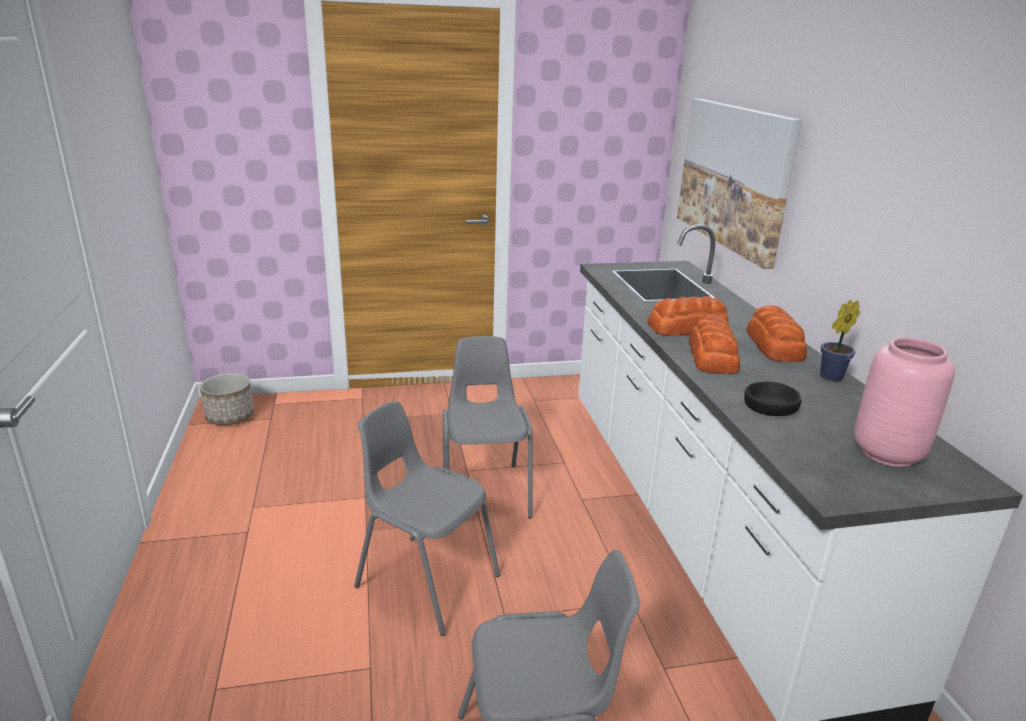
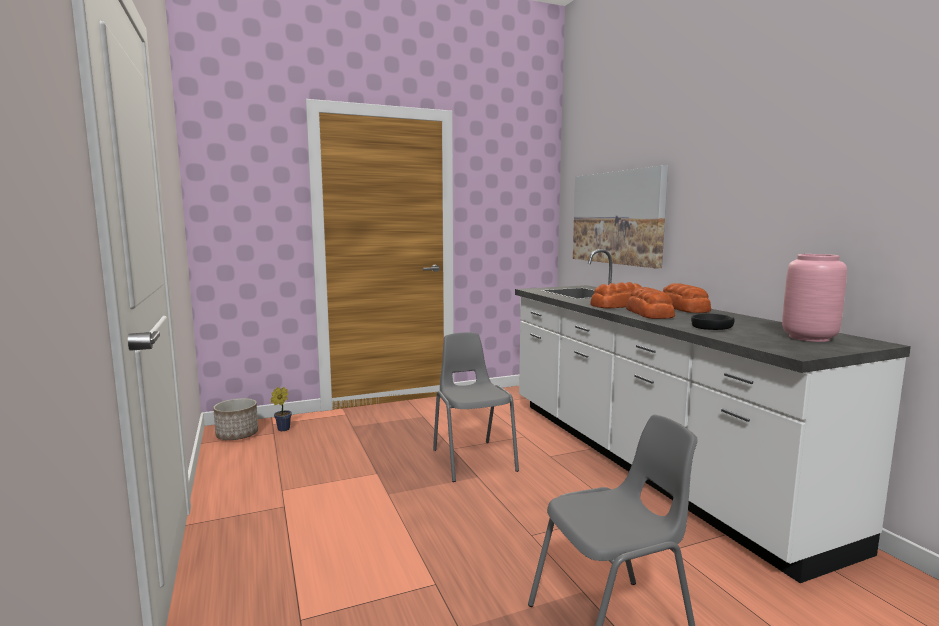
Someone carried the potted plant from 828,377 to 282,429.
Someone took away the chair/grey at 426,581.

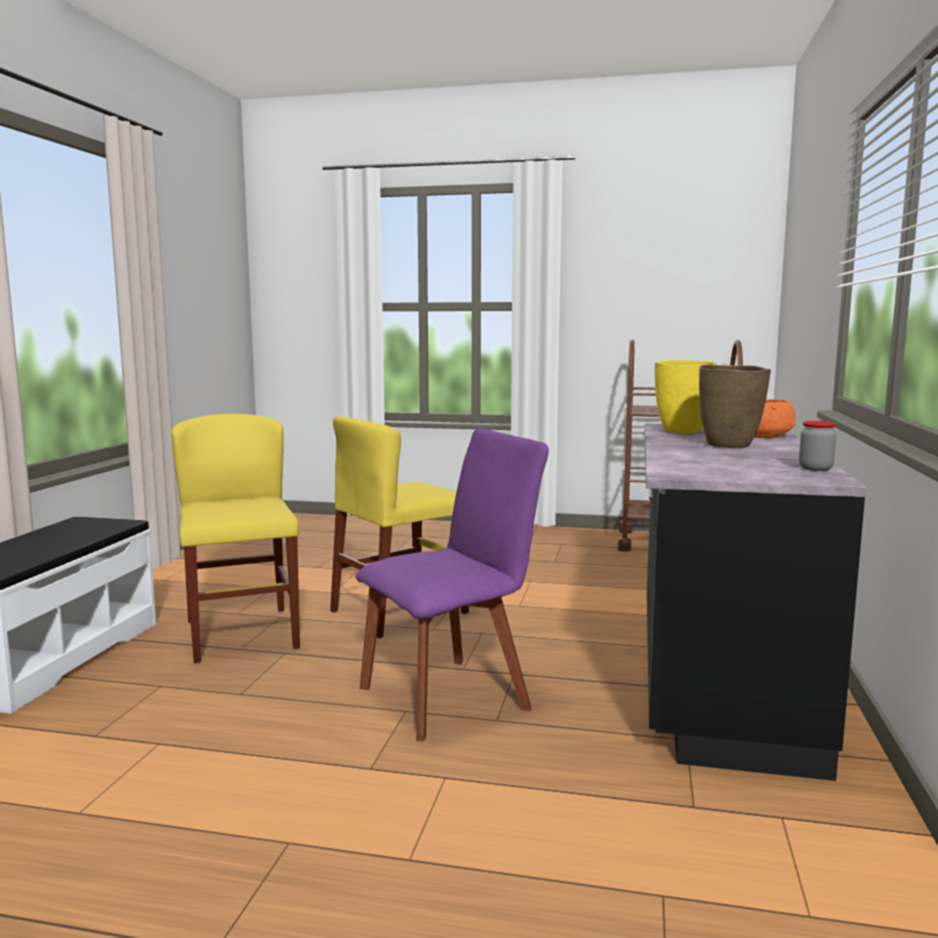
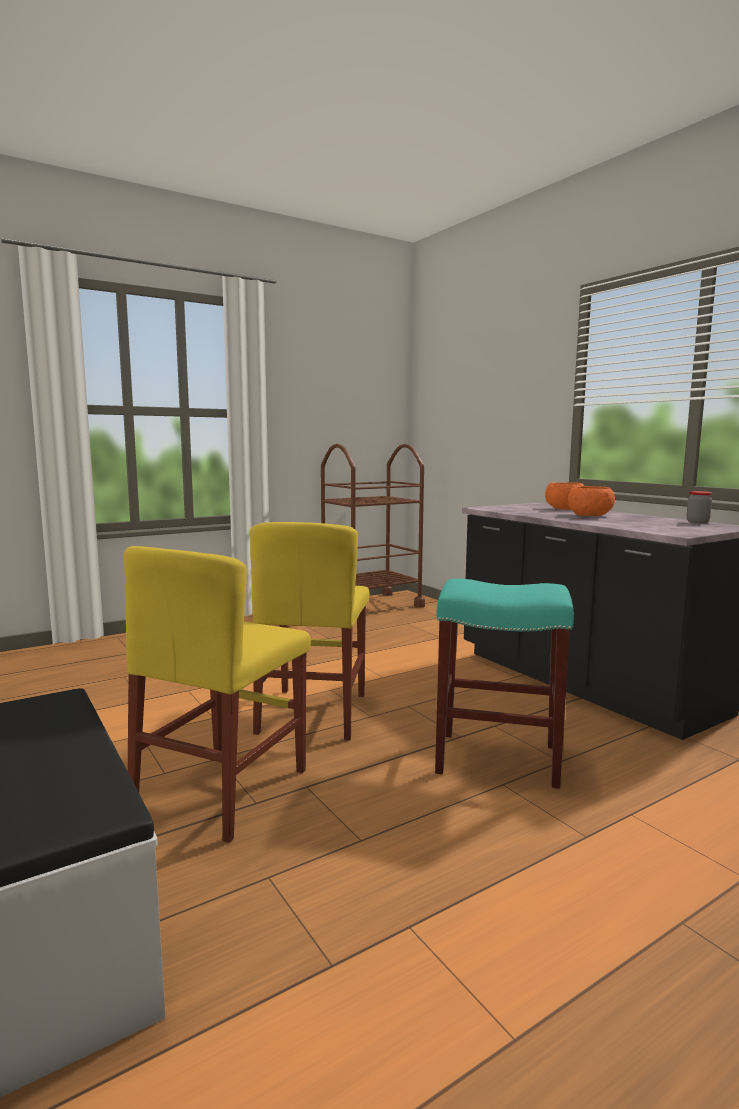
Someone took away the vase/yellow at 682,431.
Someone swapped the vase/brown at 730,445 for the bowl/orange at 589,515.
Someone rotated the chair/yellow at 242,634 by 90 degrees counterclockwise.
Someone swapped the chair/purple at 451,695 for the stool/turquoise at 499,758.

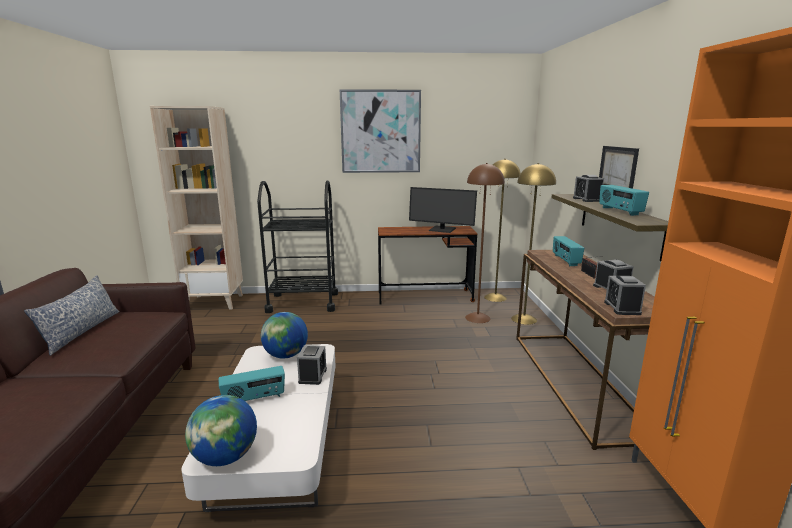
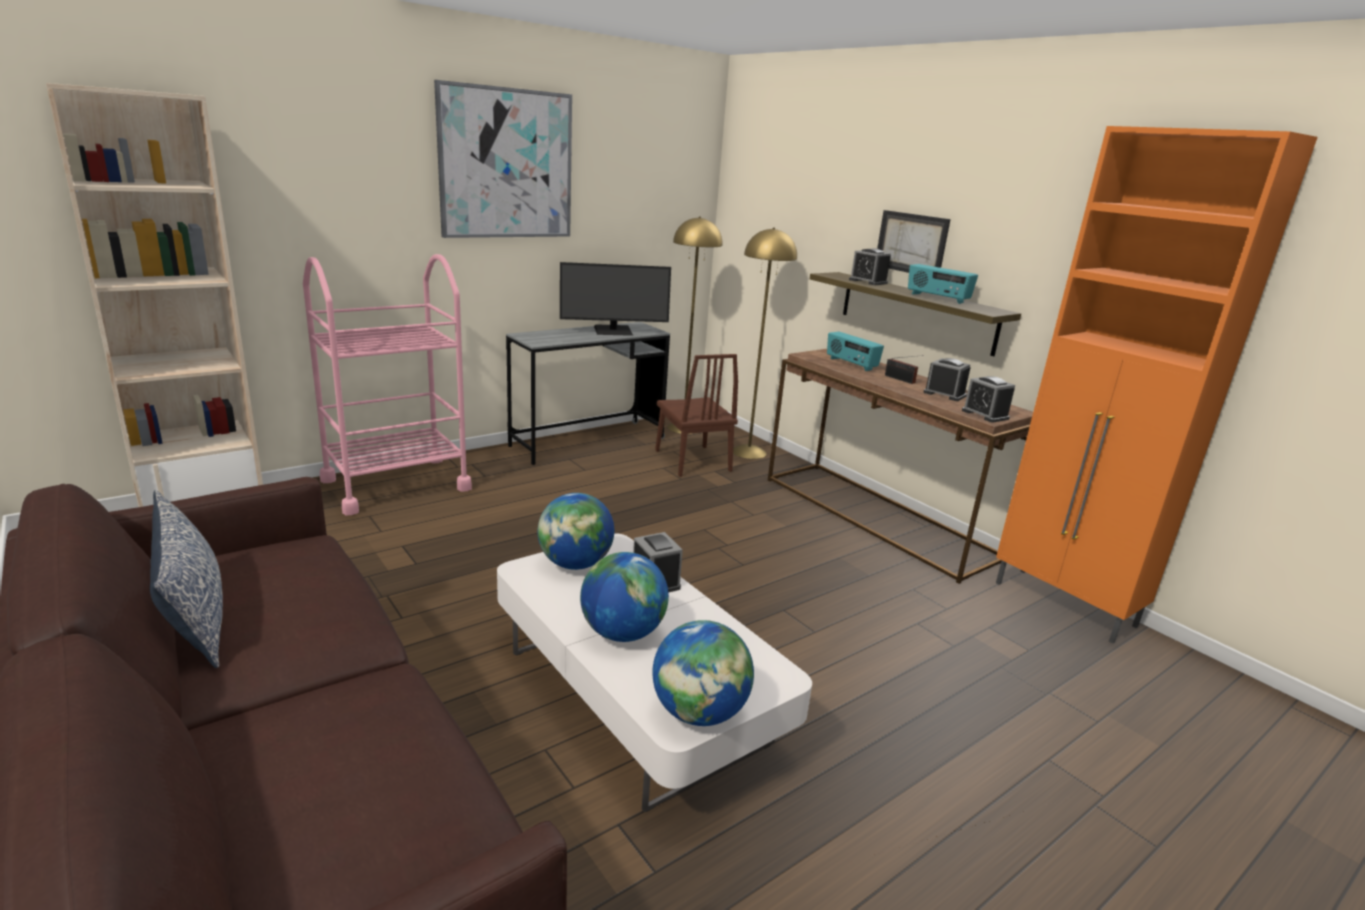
Someone swapped the floor lamp/brown at 477,318 for the chair/brown at 692,460.
Someone repainted the cart/black at 303,302, which became the cart/pink at 396,484.
Someone repainted the desk/brown at 425,297, which became the desk/grey at 588,442.
Someone swapped the radio at 254,399 for the globe at 622,633.

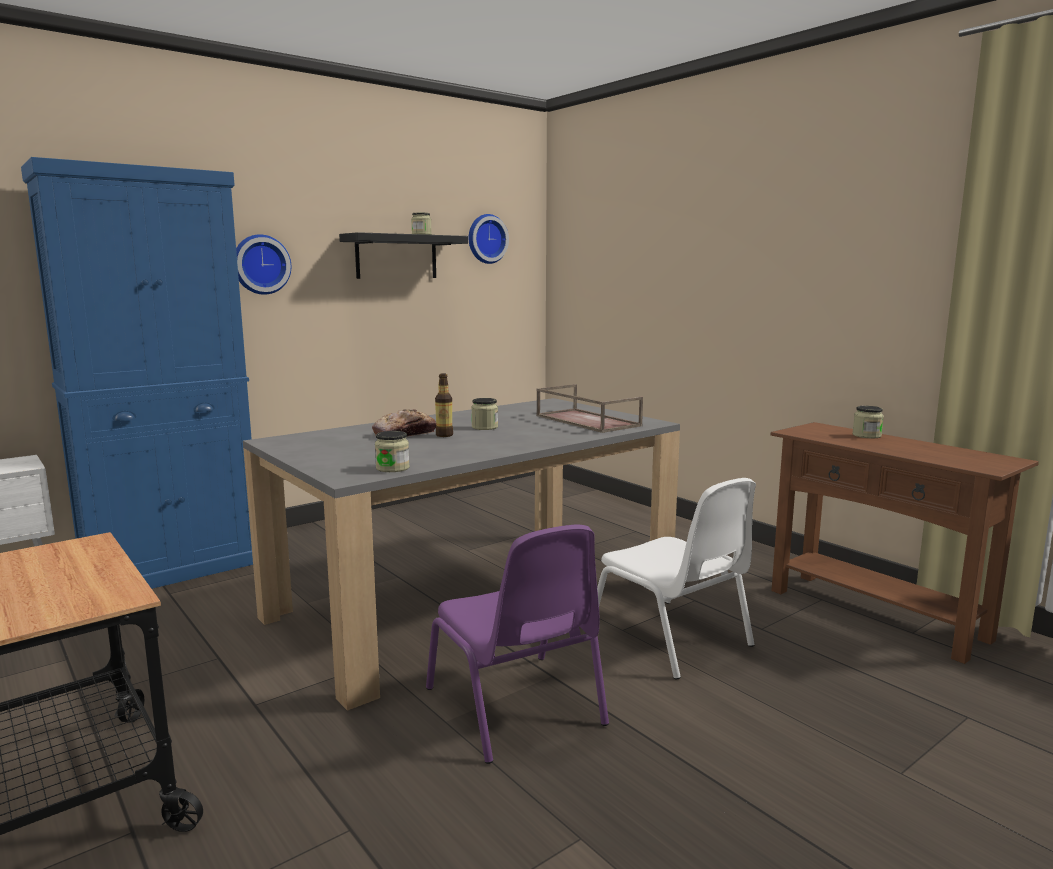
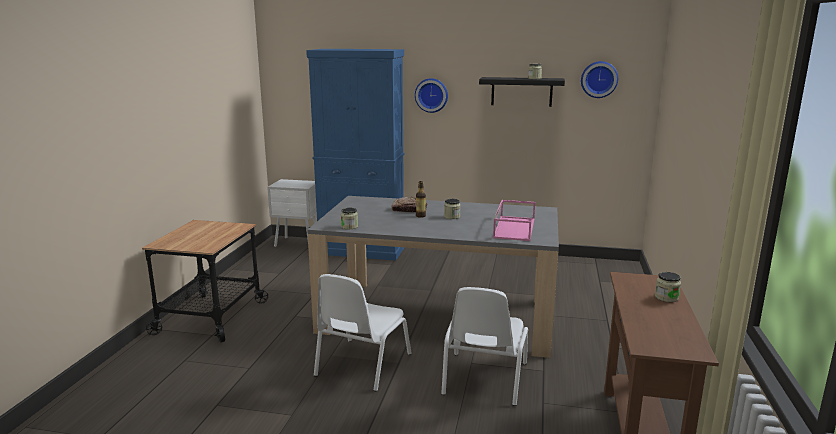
Someone repainted the tray/brown at 585,420, which became the tray/pink at 513,228.
Someone repainted the chair/purple at 516,707, which became the chair/white at 361,365.

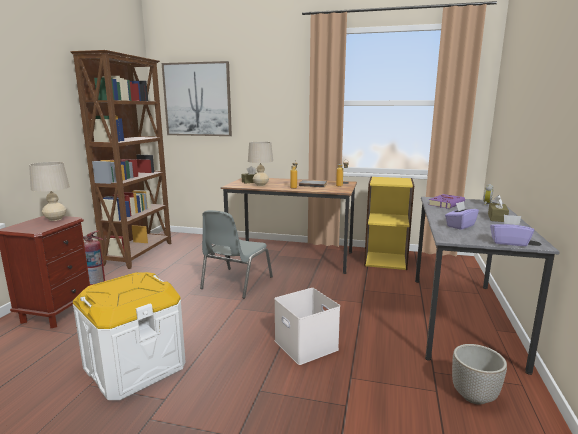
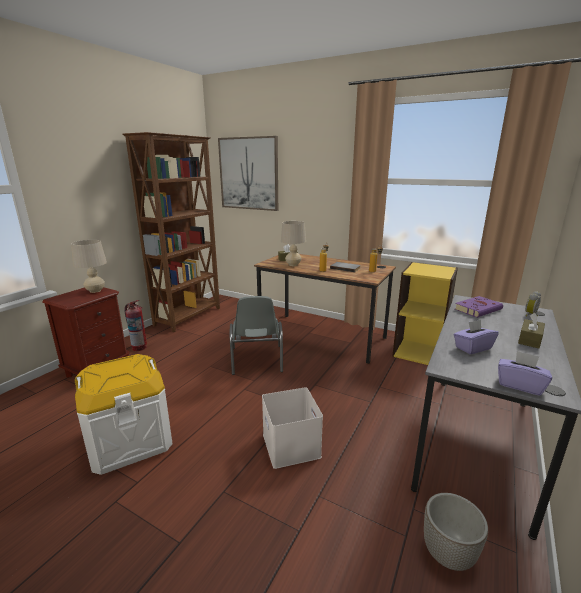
Someone rotated the chair/grey at 236,283 by 45 degrees counterclockwise.

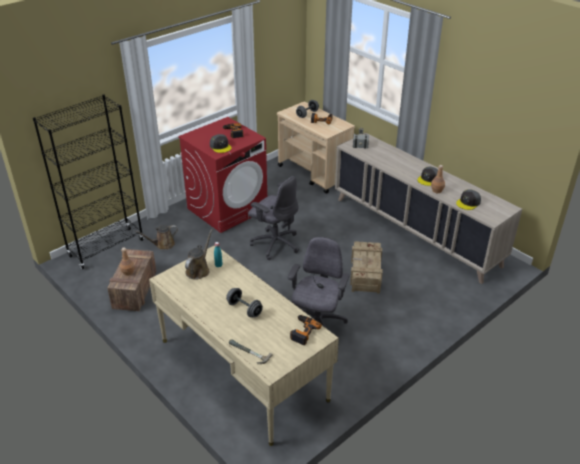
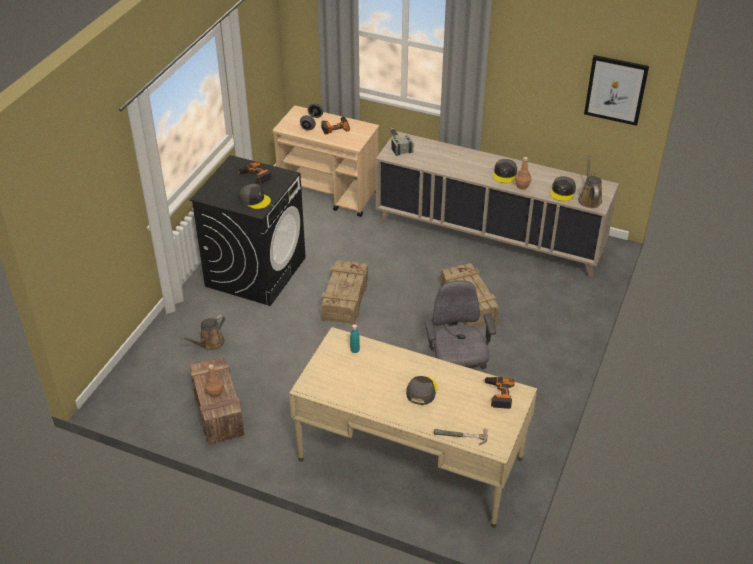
Someone took away the bookcase/black at 106,248.
Someone repainted the washing machine/red at 227,208, which became the washing machine/black at 256,271.
Someone swapped the office chair/grey at 275,244 for the crate at 344,299.
Someone carried the watering can/brown from 198,270 to 589,199.
Someone swapped the dumbbell/grey at 244,309 for the cap/grey at 421,391.
Someone put up the picture at 616,90.

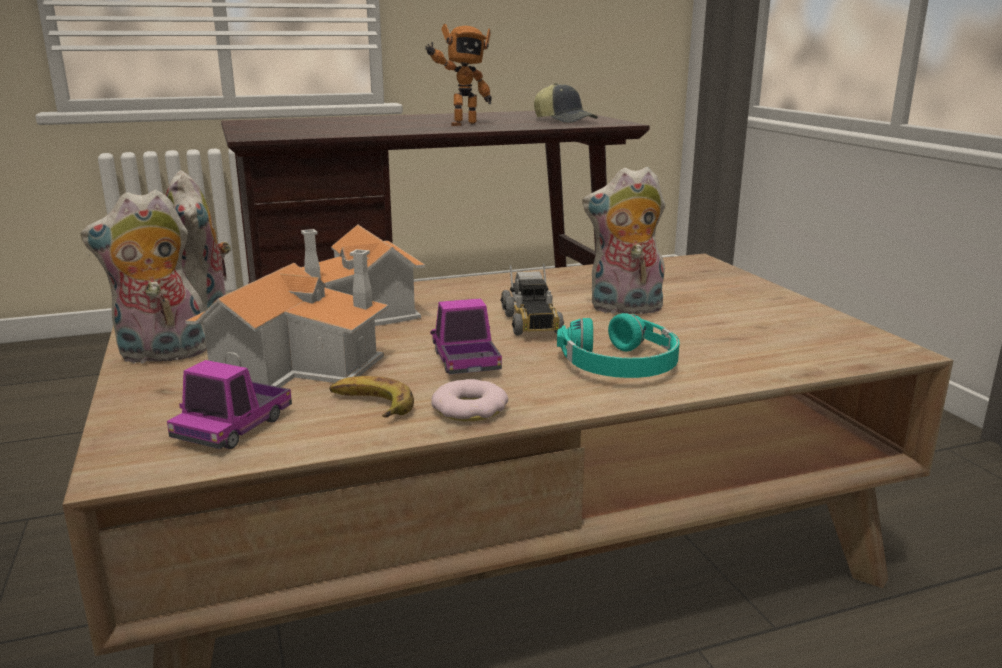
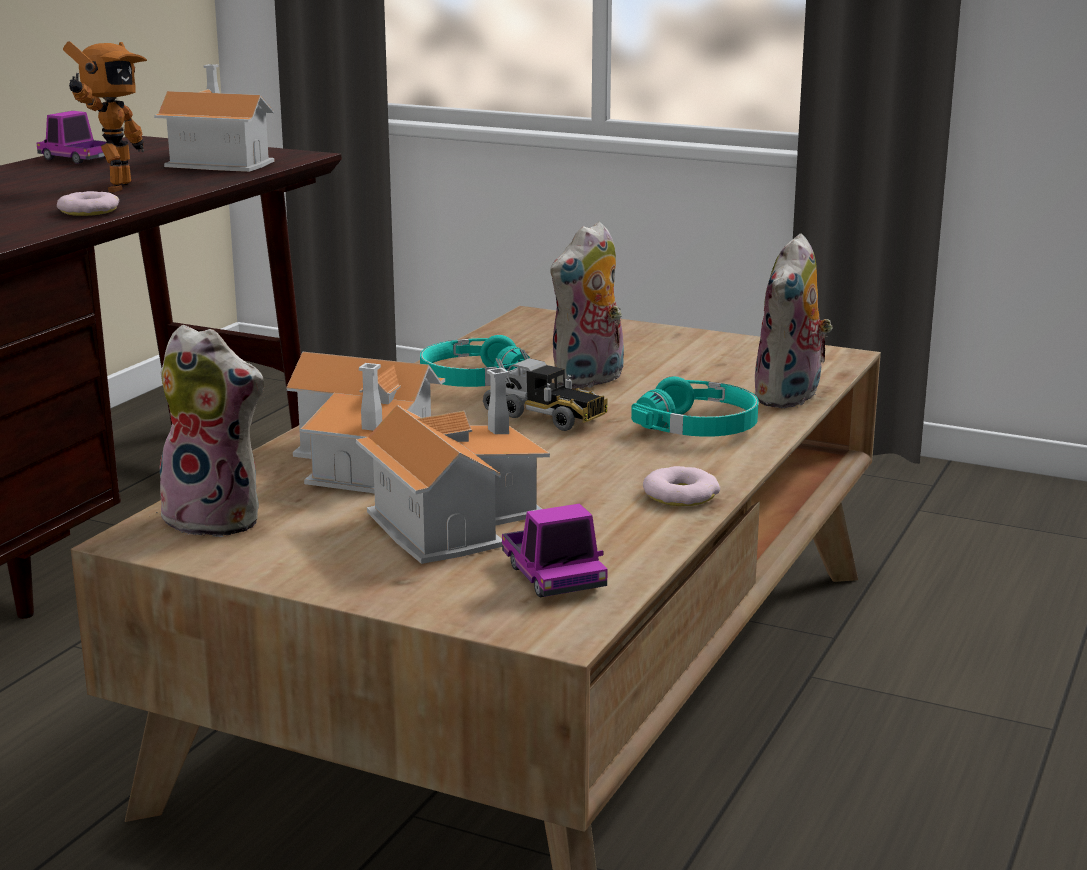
Someone swapped the cap at 565,121 for the toy house at 220,160.
Someone carried the plush toy from 161,355 to 790,398.
Someone carried the toy truck from 465,362 to 78,159.
Someone took away the banana at 371,405.
Someone put down the donut at 89,211.
Someone put down the headphones/turquoise at 473,379.

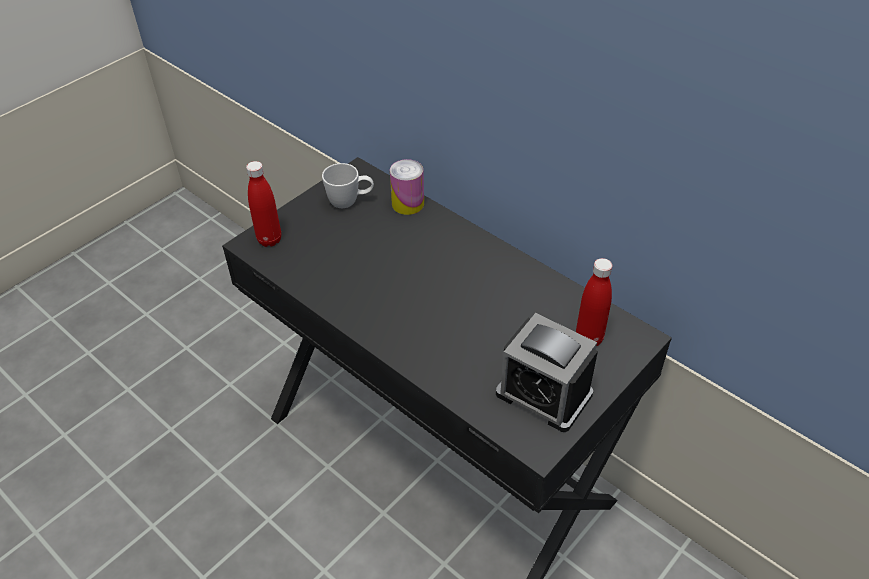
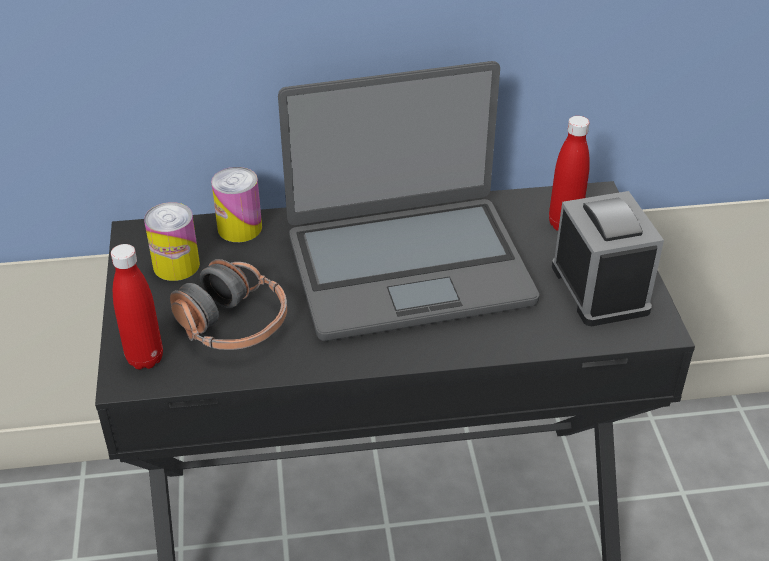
Someone swapped the mug/white at 350,202 for the can at 176,265.
Someone rotated the alarm clock at 543,394 by 90 degrees counterclockwise.
Someone put down the laptop at 408,267.
Someone put down the headphones at 232,324.

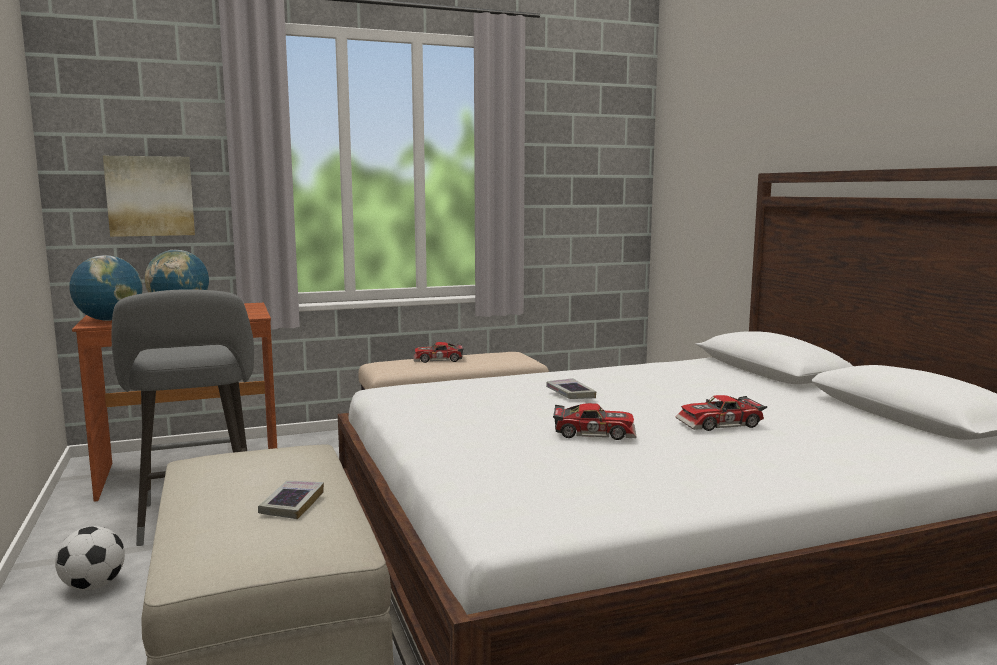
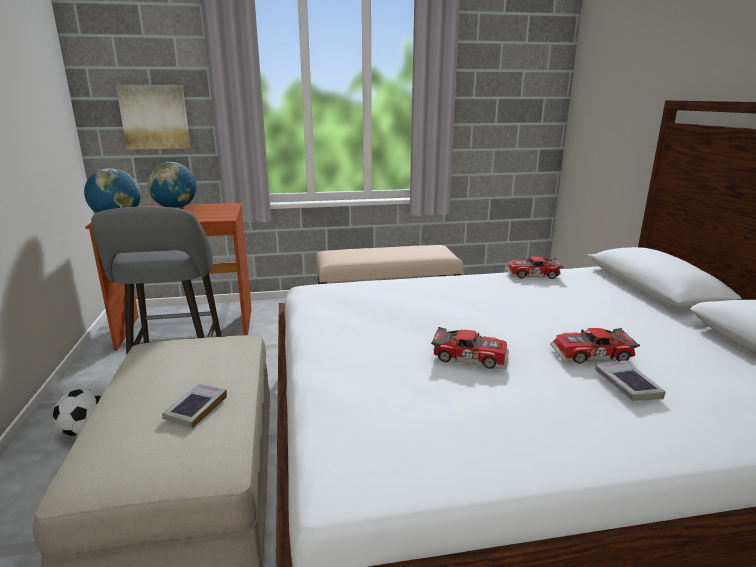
Someone carried the toy car from 438,360 to 533,275.
Someone carried the book from 570,393 to 627,385.

